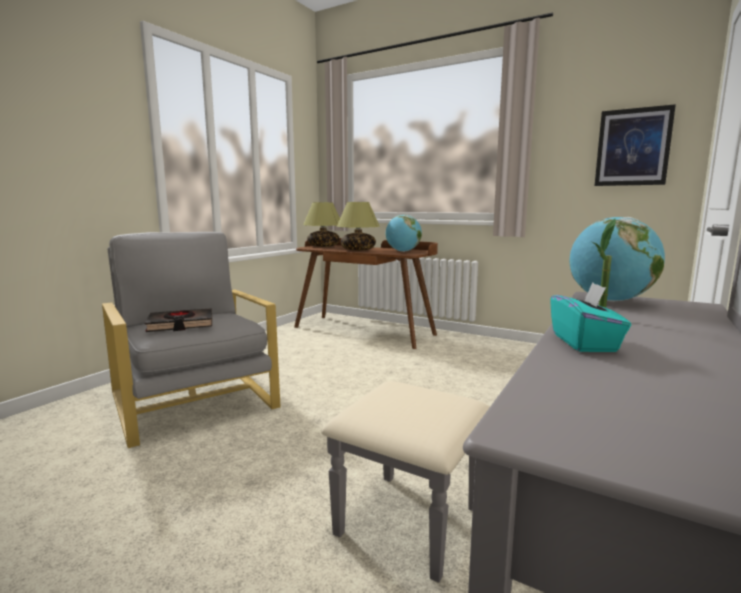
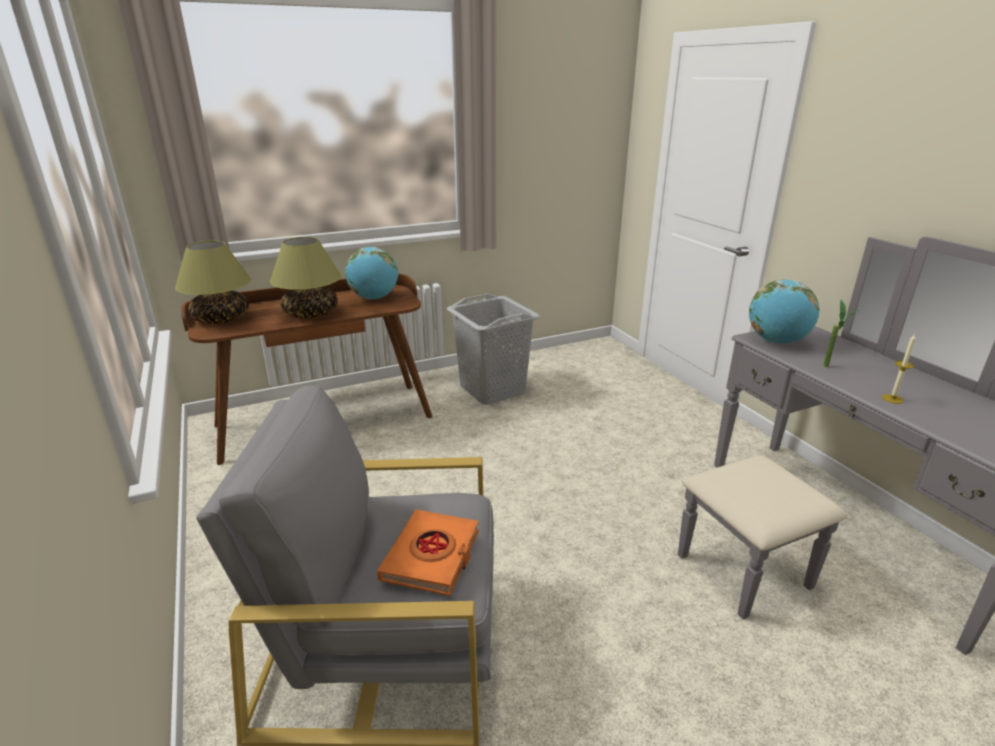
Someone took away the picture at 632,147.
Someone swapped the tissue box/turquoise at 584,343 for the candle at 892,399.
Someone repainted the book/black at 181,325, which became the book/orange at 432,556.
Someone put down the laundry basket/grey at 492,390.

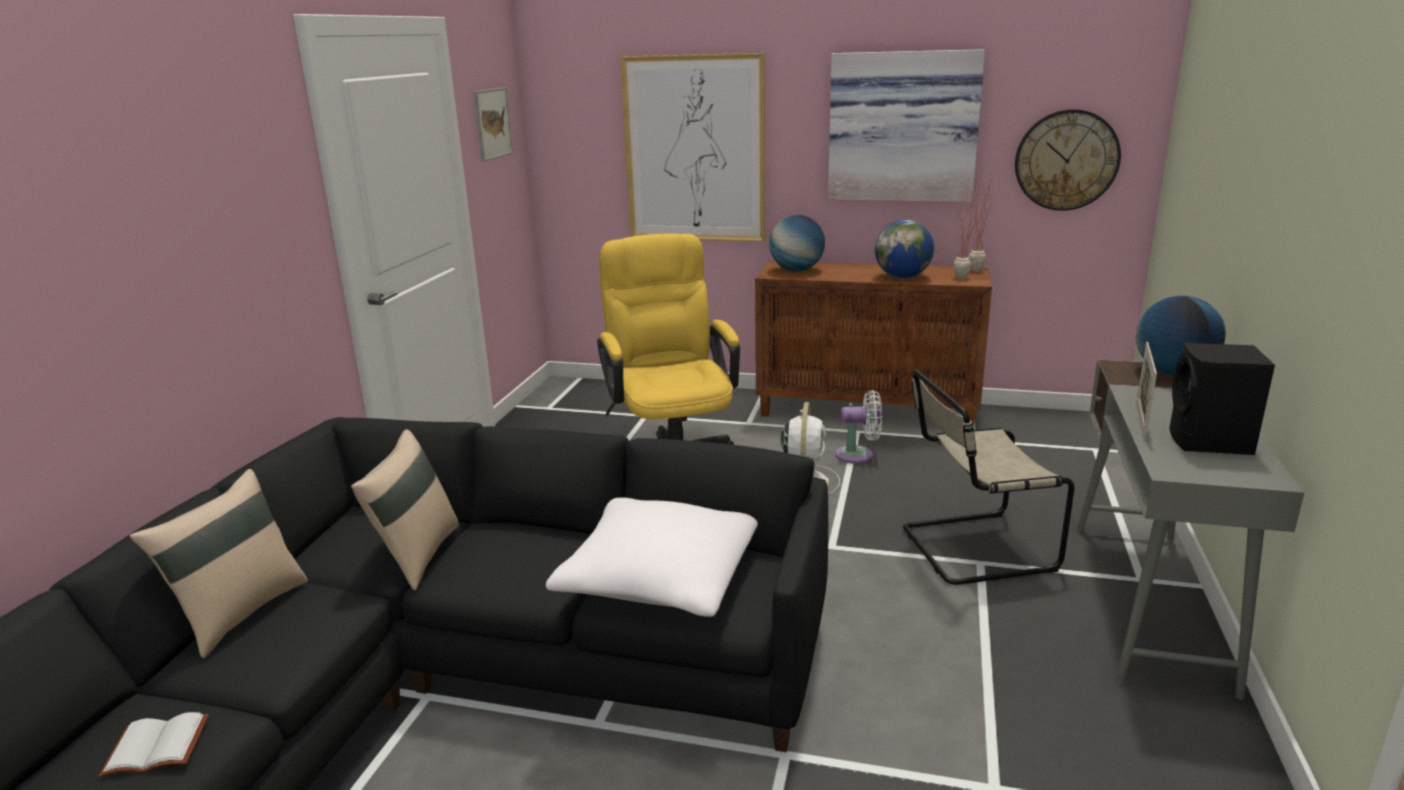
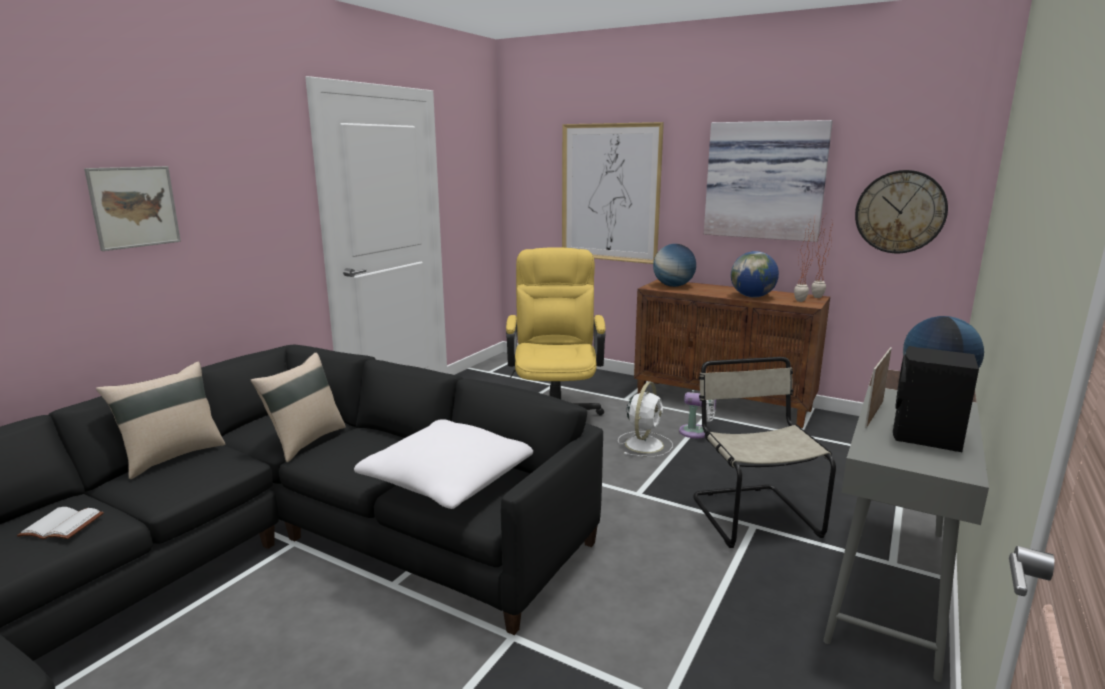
Someone carried the picture from 492,123 to 134,207.
Someone rotated the chair/beige at 971,549 by 75 degrees clockwise.

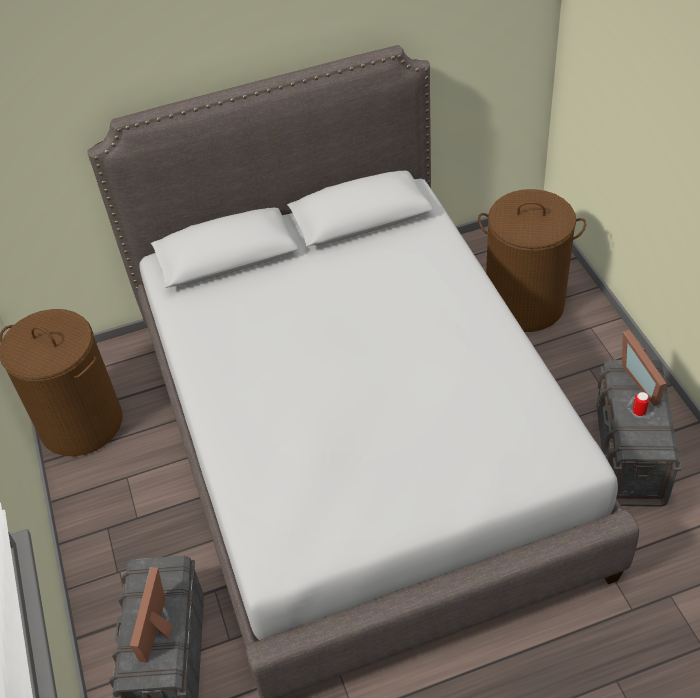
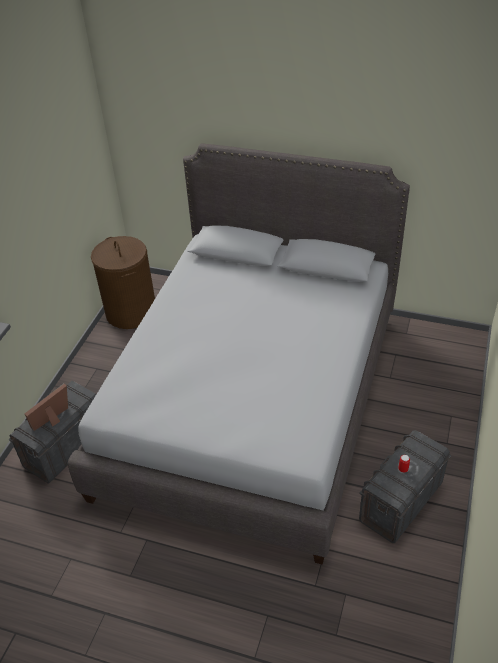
Someone took away the laundry basket/brown at 524,304.
Someone took away the picture frame at 644,379.

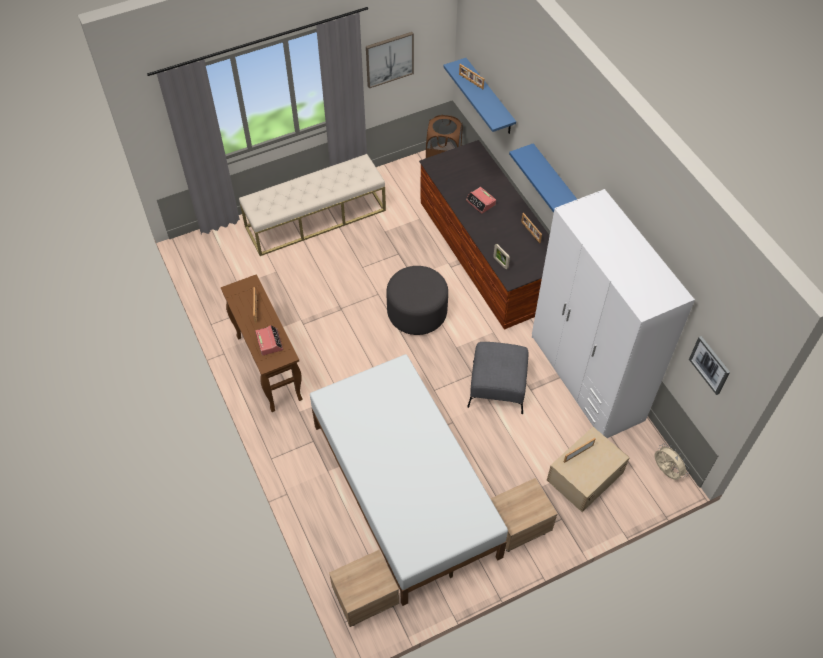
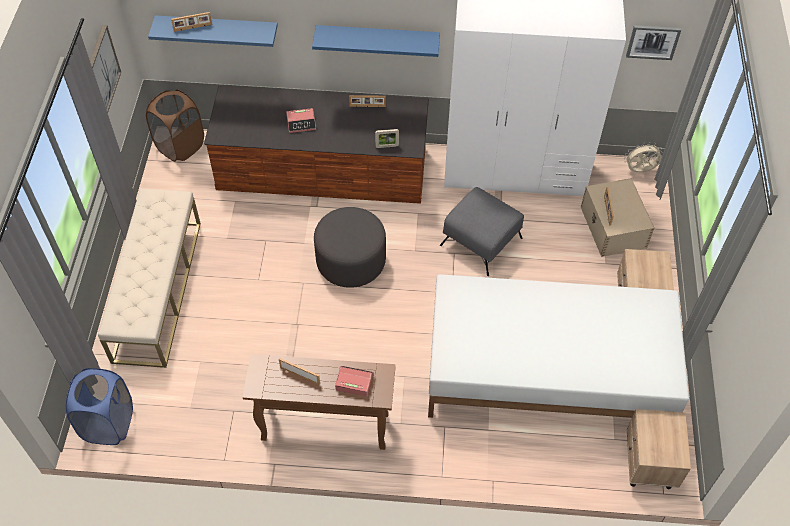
Someone put down the laundry basket/blue at 109,424.

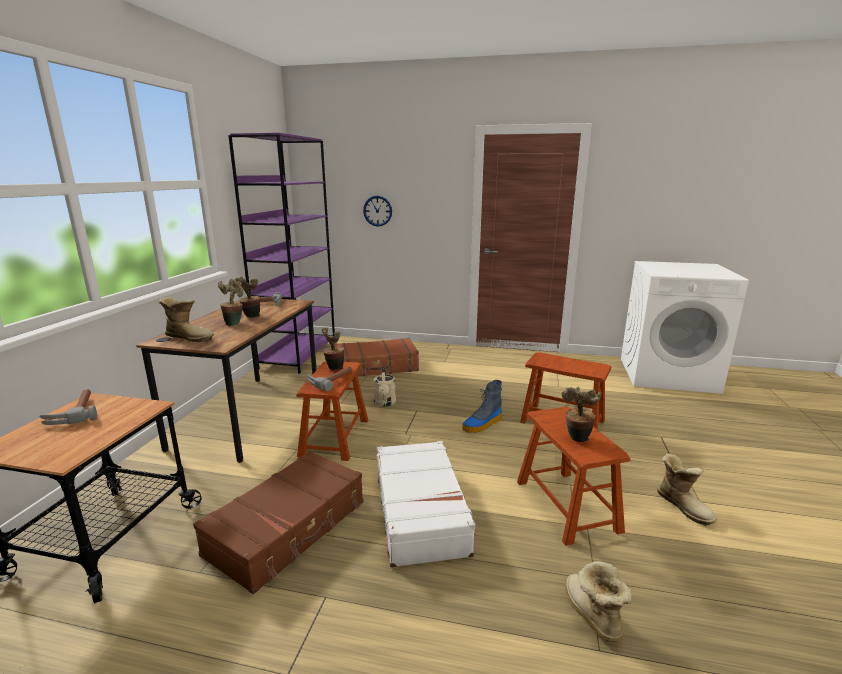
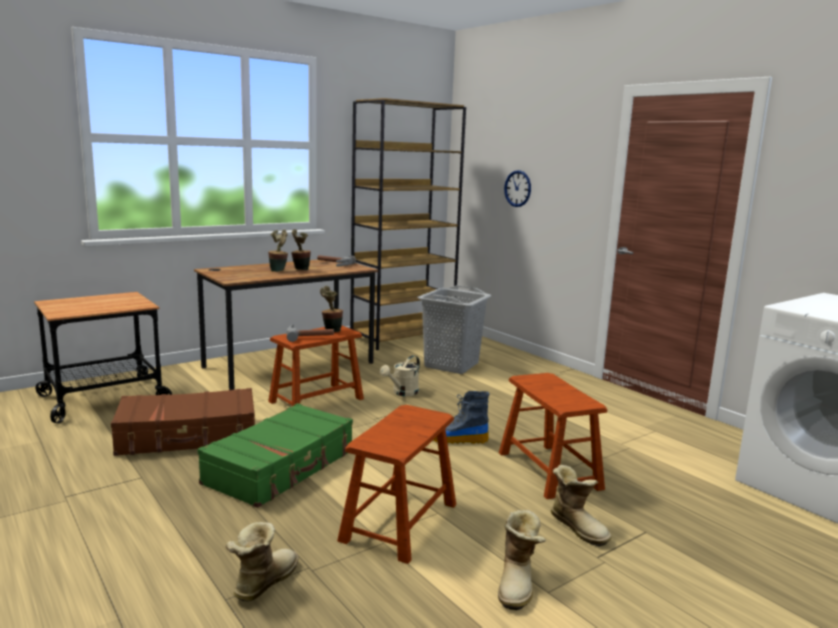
Someone repainted the bookcase/purple at 298,355, which became the bookcase/brown at 403,336.
Someone carried the boot from 189,337 to 578,527.
Someone swapped the suitcase/brown at 376,367 for the laundry basket/grey at 452,365.
Someone took away the potted plant at 576,439.
Someone took away the hammer at 74,412.
Someone repainted the suitcase/white at 421,511, which became the suitcase/green at 281,467.

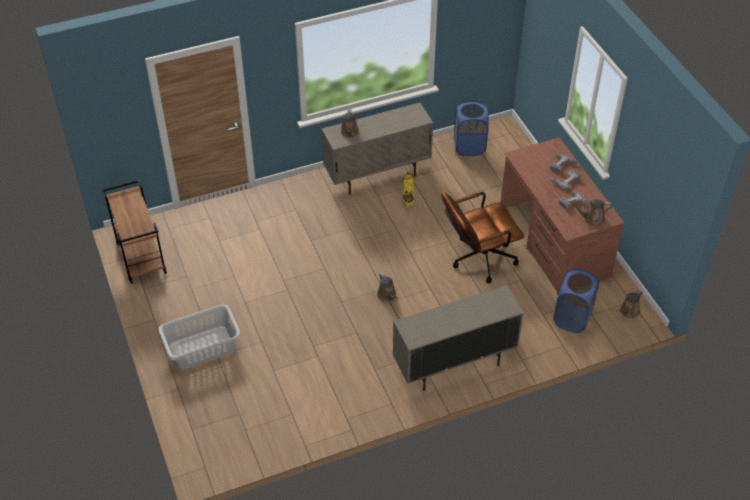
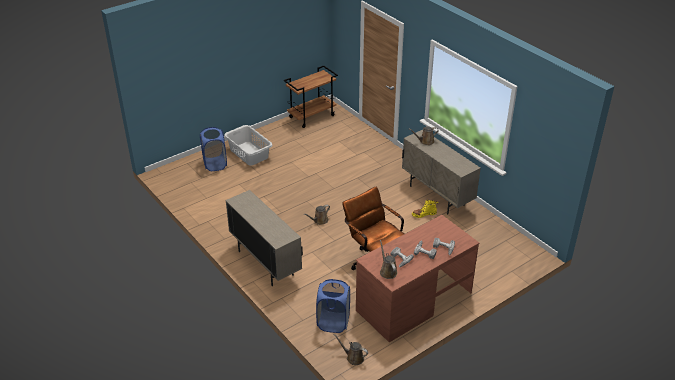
Someone carried the laundry basket/blue from 469,146 to 215,164.

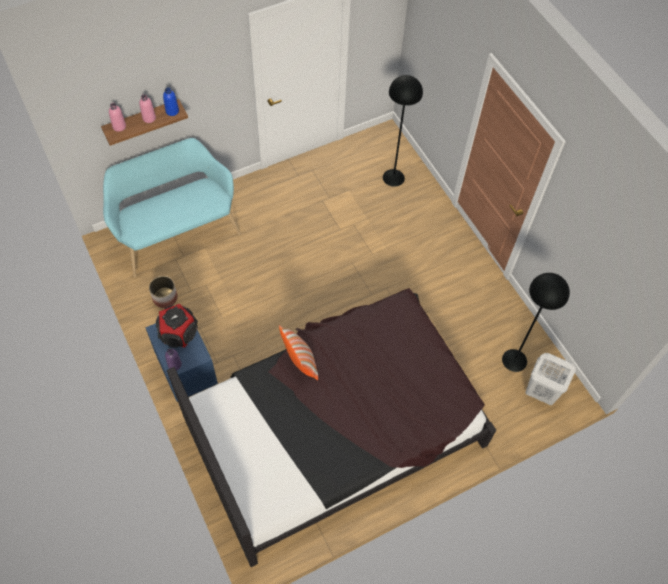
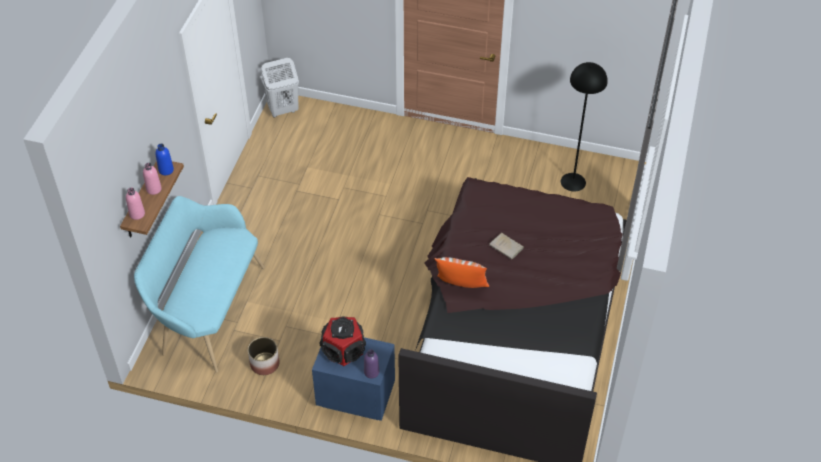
Someone took away the floor lamp/black at 393,177.
Someone carried the laundry basket/white from 540,392 to 282,110.
Someone put down the book/beige at 507,247.

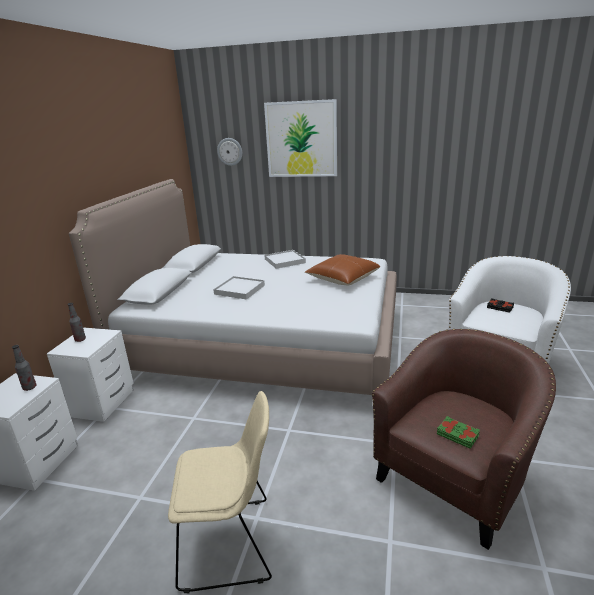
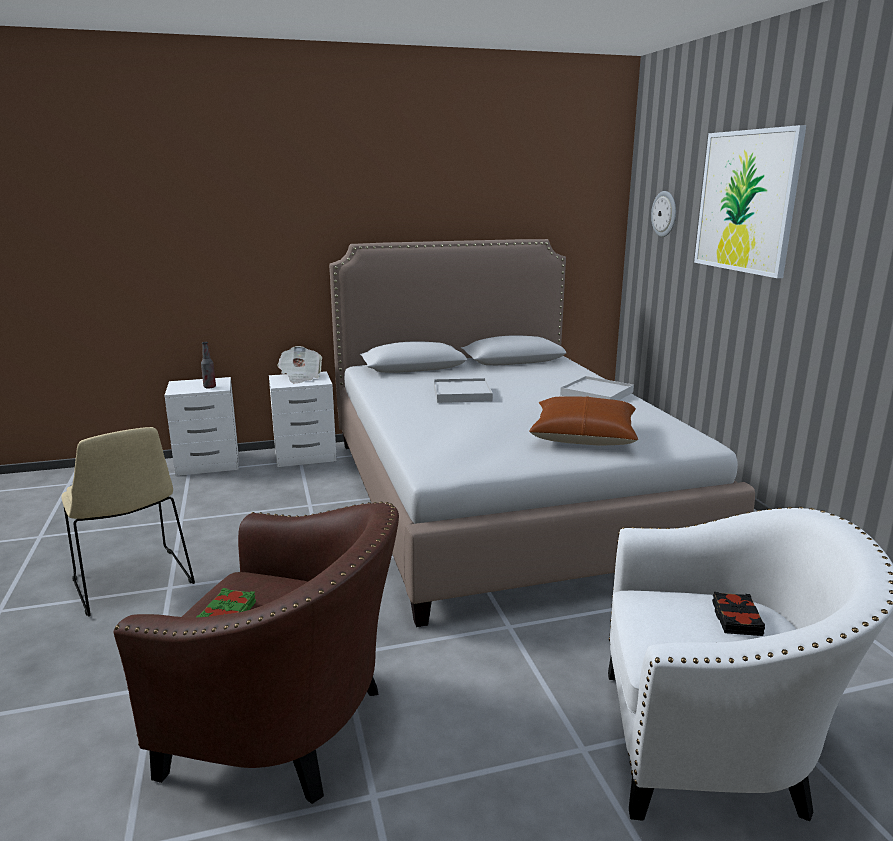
Someone swapped the bottle at 80,340 for the newspaper at 300,377.

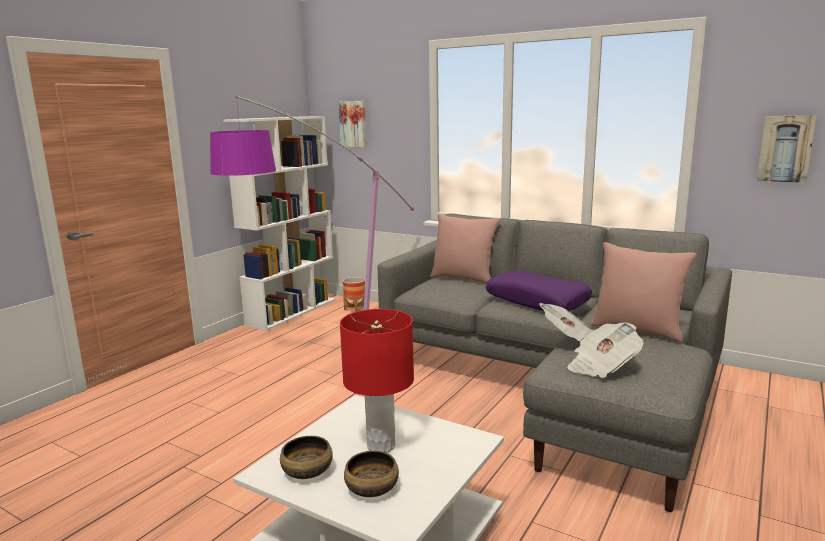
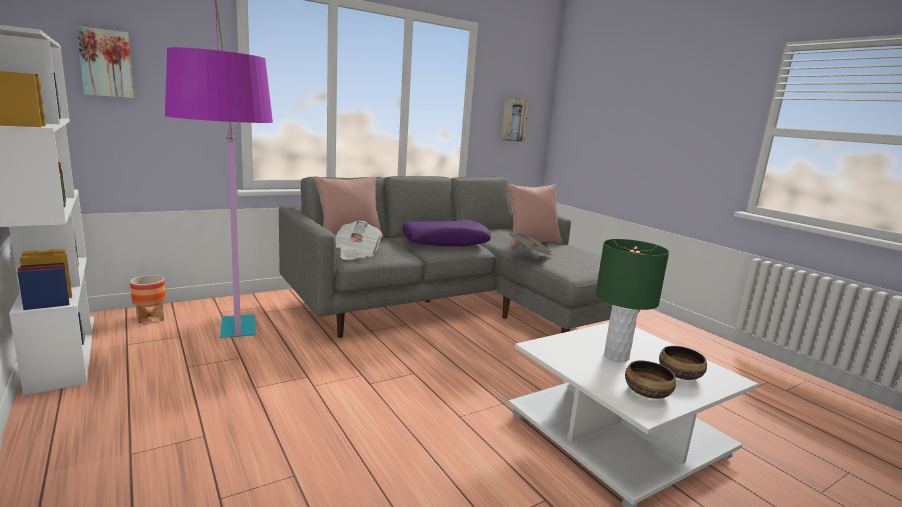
Someone repainted the table lamp/red at 381,446, which became the table lamp/green at 616,356.
Someone carried the newspaper from 602,367 to 356,253.

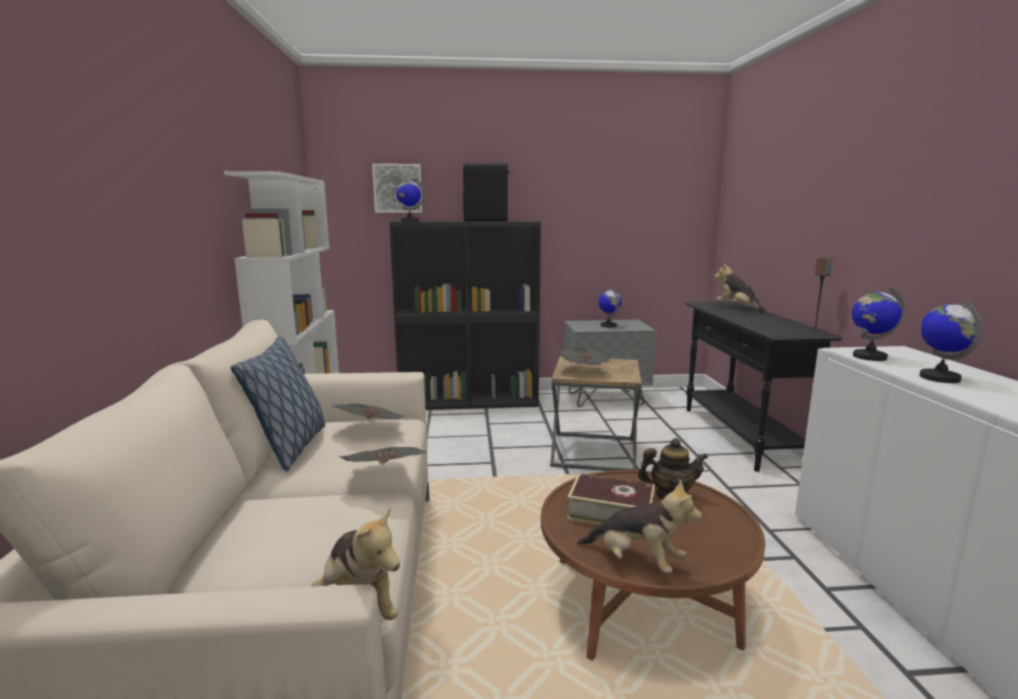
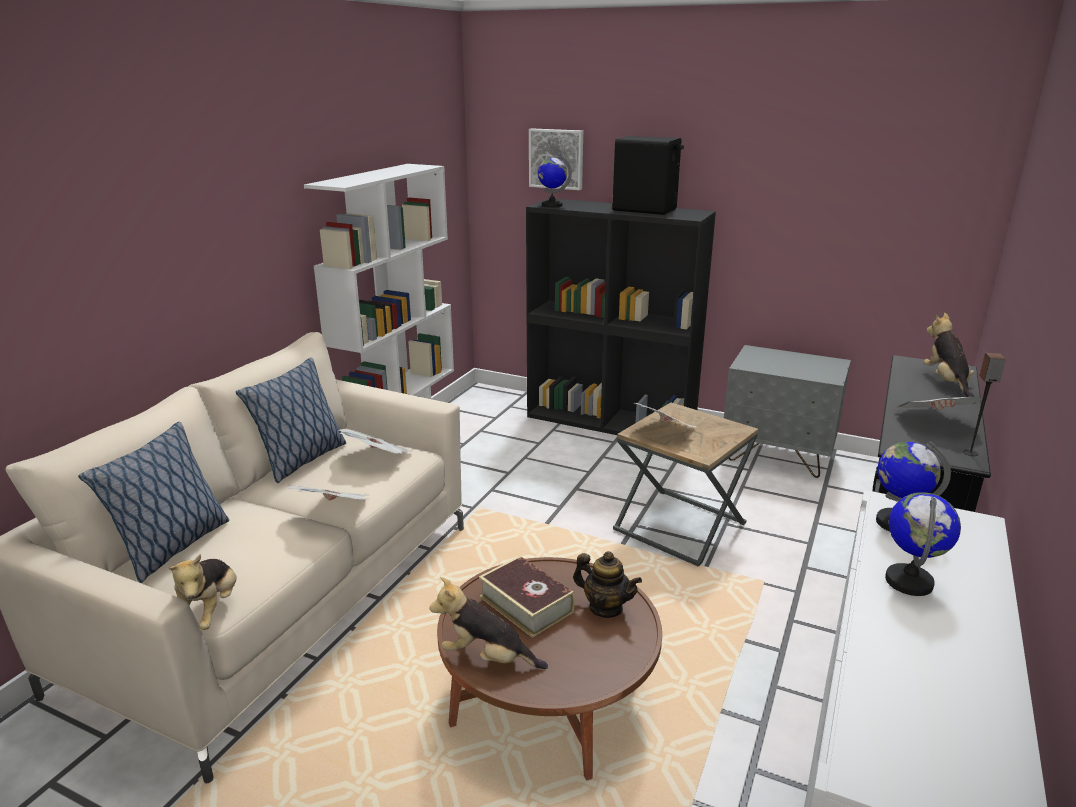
Someone took away the globe at 608,325.
Someone rotated the plush toy at 636,561 by 135 degrees clockwise.
Someone put down the newspaper at 933,421.
Someone put down the pillow at 173,548.

